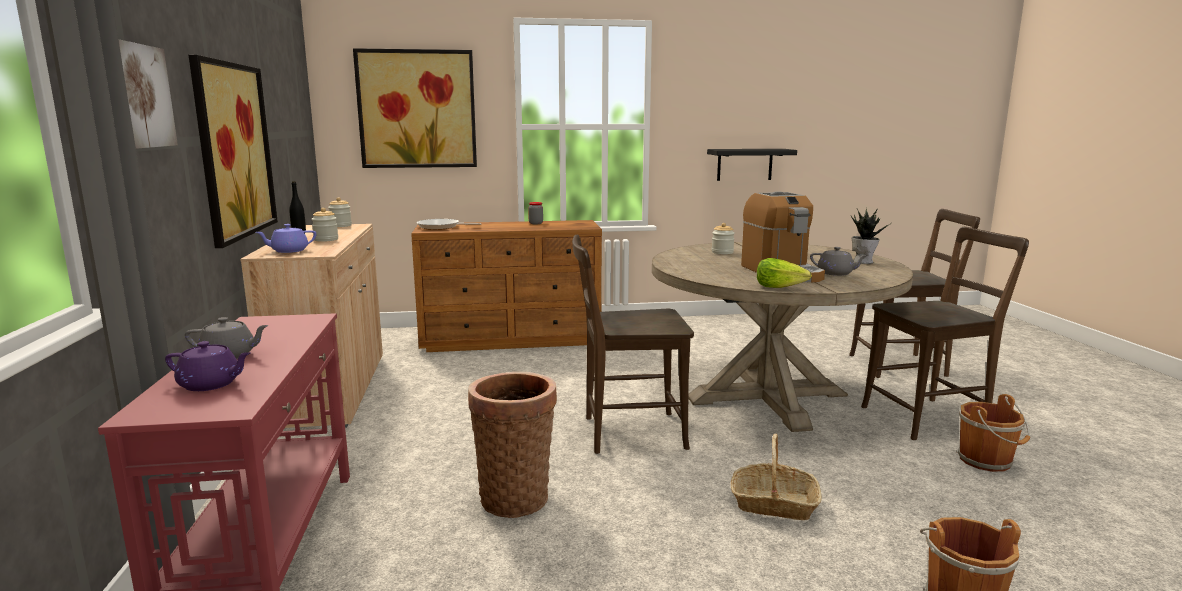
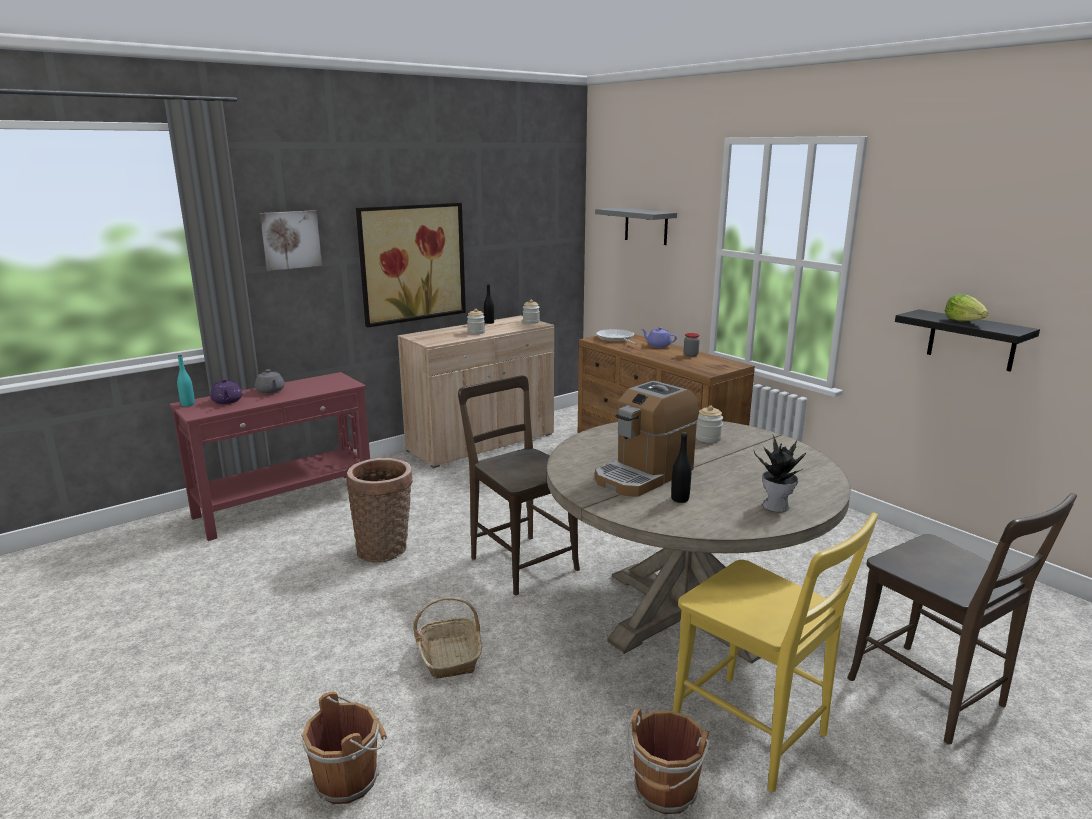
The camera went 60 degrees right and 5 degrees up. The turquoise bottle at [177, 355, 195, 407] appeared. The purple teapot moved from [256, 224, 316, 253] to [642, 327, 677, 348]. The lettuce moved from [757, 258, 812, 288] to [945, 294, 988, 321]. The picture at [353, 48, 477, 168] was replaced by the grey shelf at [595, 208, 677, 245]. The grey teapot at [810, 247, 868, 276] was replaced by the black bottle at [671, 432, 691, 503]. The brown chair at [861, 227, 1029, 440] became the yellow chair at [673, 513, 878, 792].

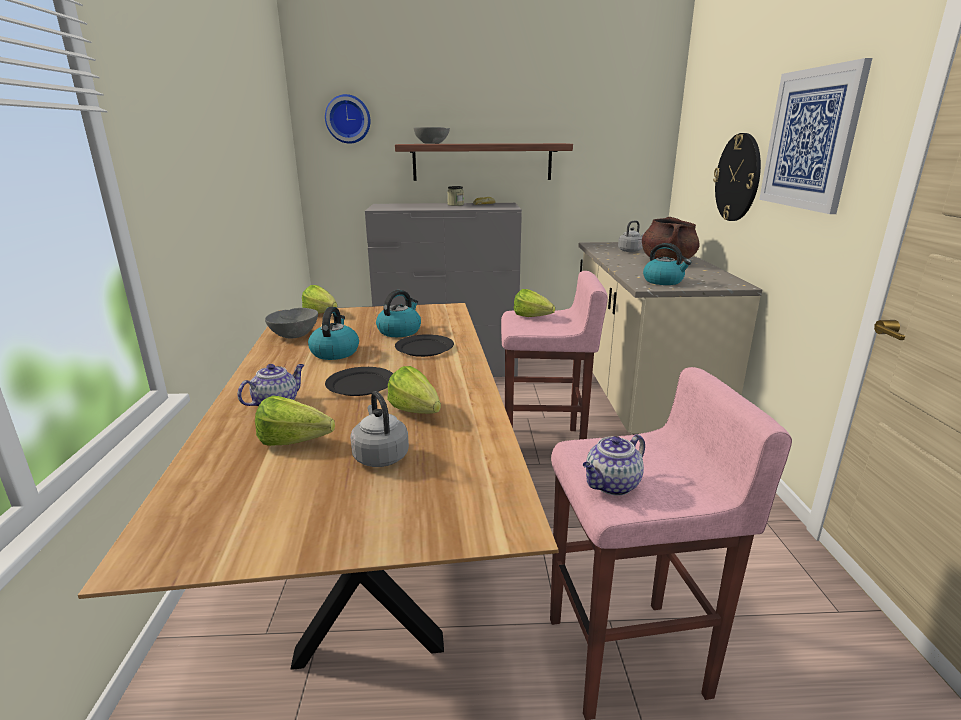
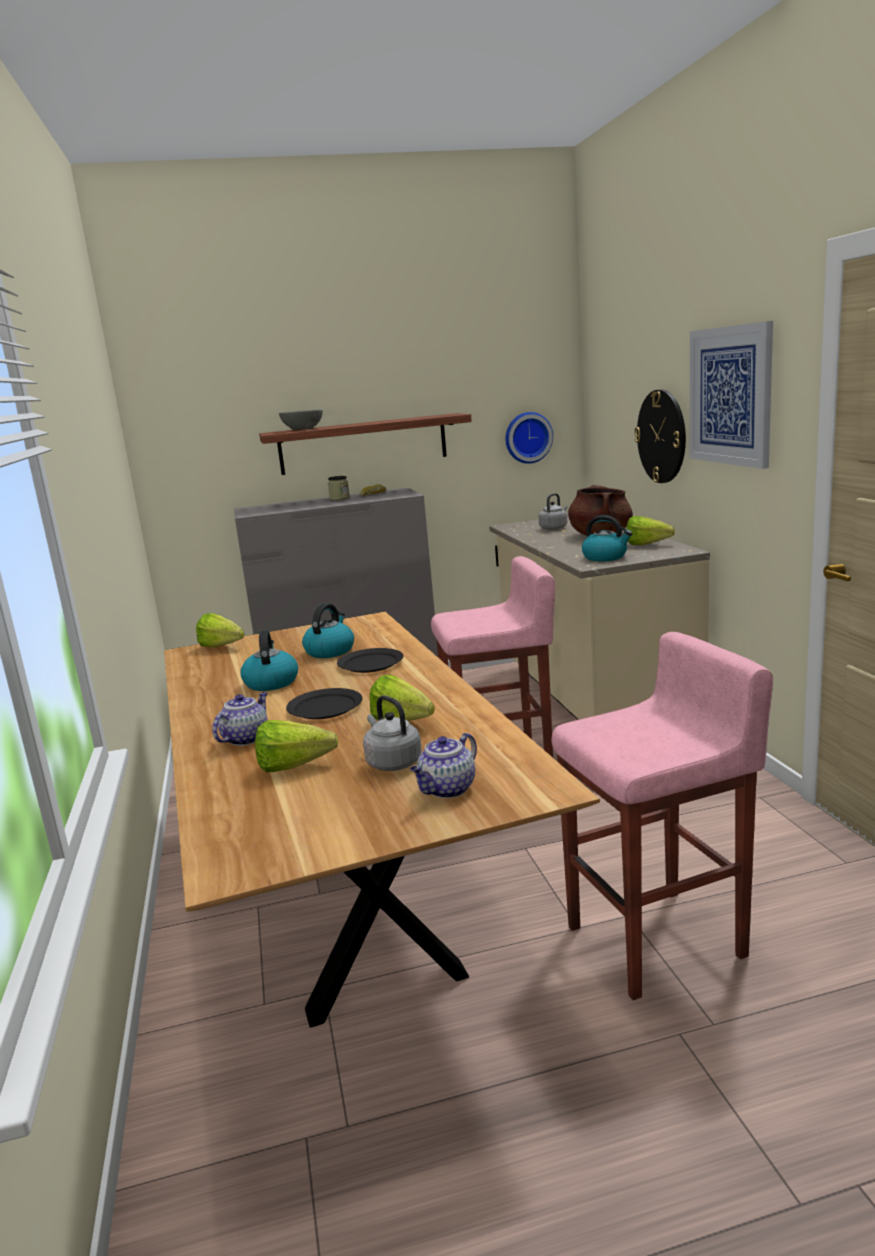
The camera went 10 degrees left and 5 degrees down. The grey bowl at [265, 308, 318, 339] disappeared. The wall clock moved from [325, 94, 371, 144] to [505, 412, 553, 464]. The lettuce moved from [514, 289, 555, 317] to [626, 516, 675, 545]. The teapot moved from [583, 434, 645, 496] to [410, 733, 477, 798].

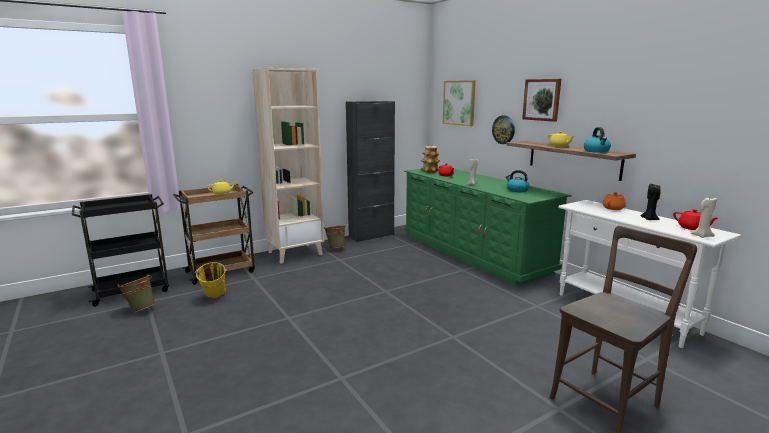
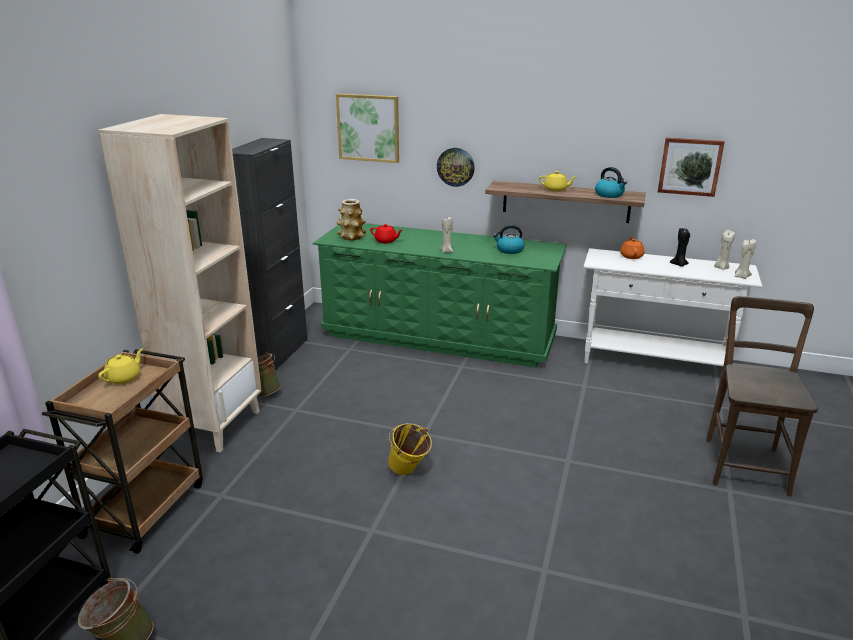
The camera went 40 degrees left and 10 degrees up. The yellow bucket moved from [195, 262, 227, 298] to [388, 423, 432, 476]. The picture moved from [522, 79, 561, 122] to [658, 137, 725, 197]. The red teapot at [673, 209, 718, 230] was replaced by the beige candle at [714, 230, 735, 270].

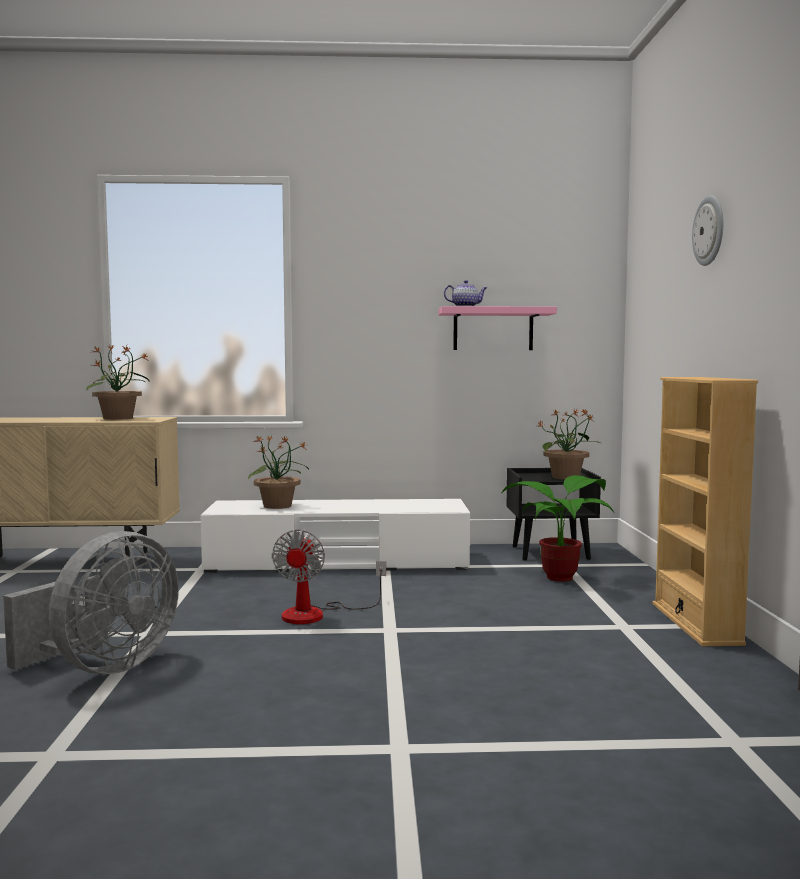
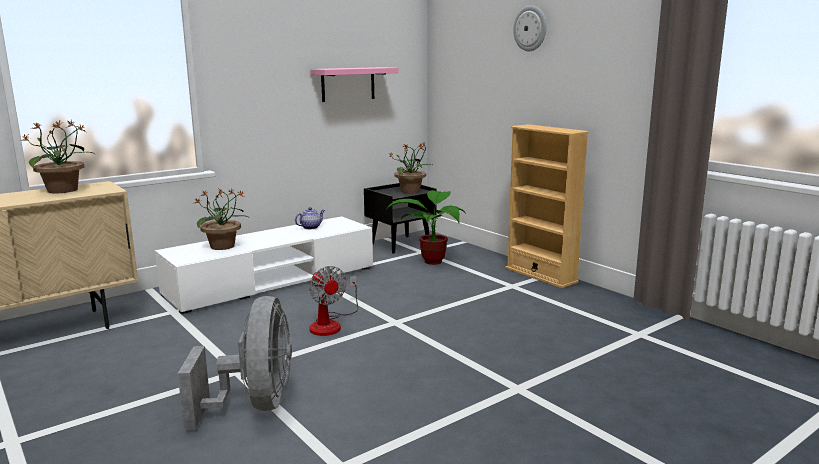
The camera went 35 degrees left and 10 degrees up. The teapot moved from [444, 280, 487, 306] to [295, 207, 325, 229].

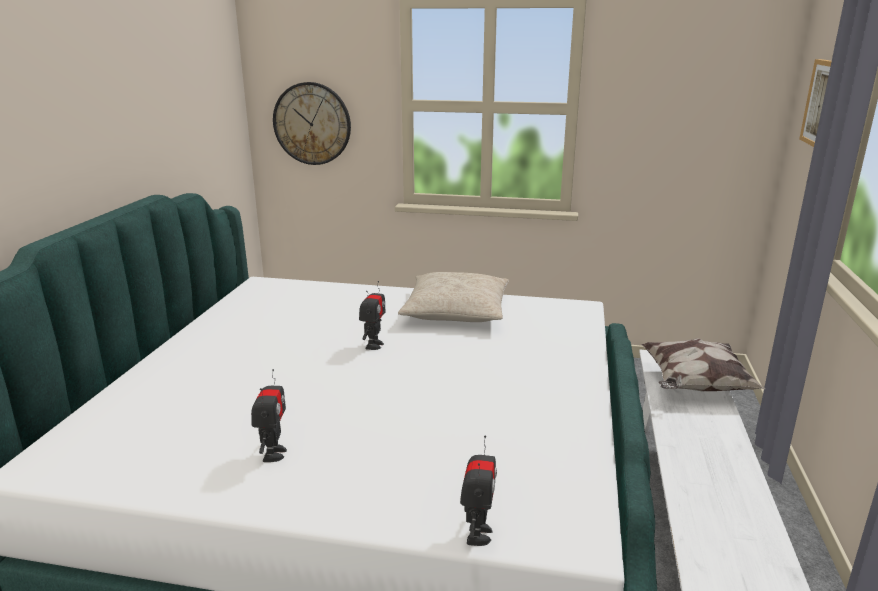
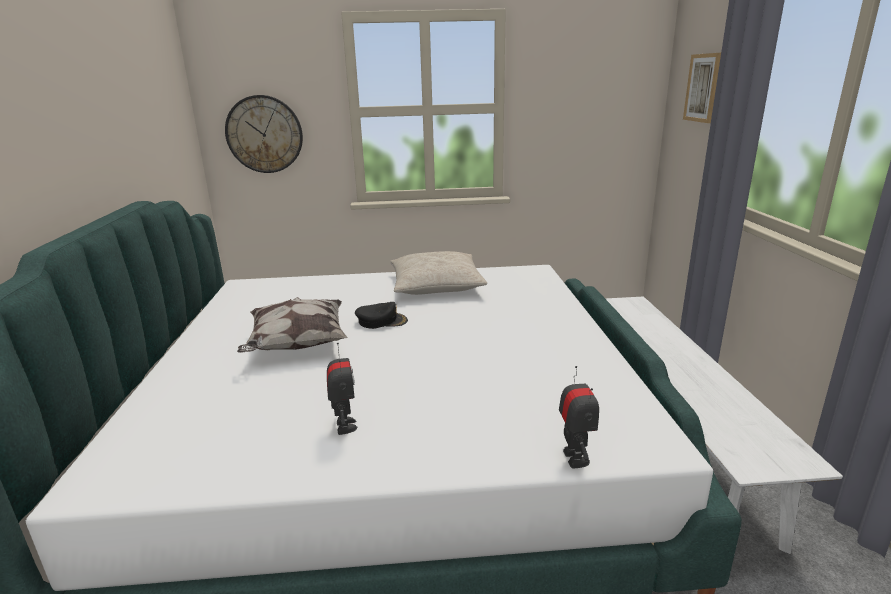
The camera went 15 degrees left and 0 degrees up. The pillow moved from [641, 338, 765, 392] to [237, 297, 348, 353]. The toy robot at [359, 281, 385, 350] was replaced by the black cap at [355, 302, 408, 329].

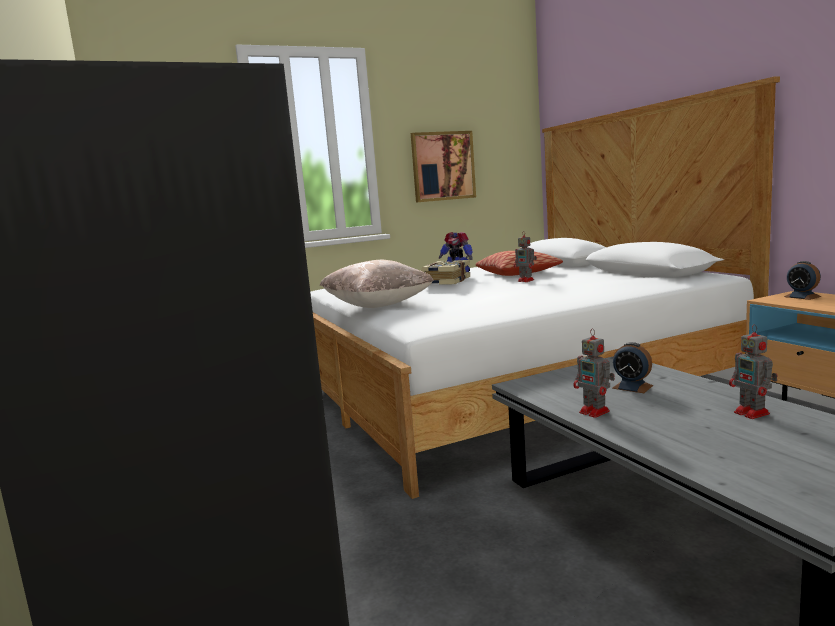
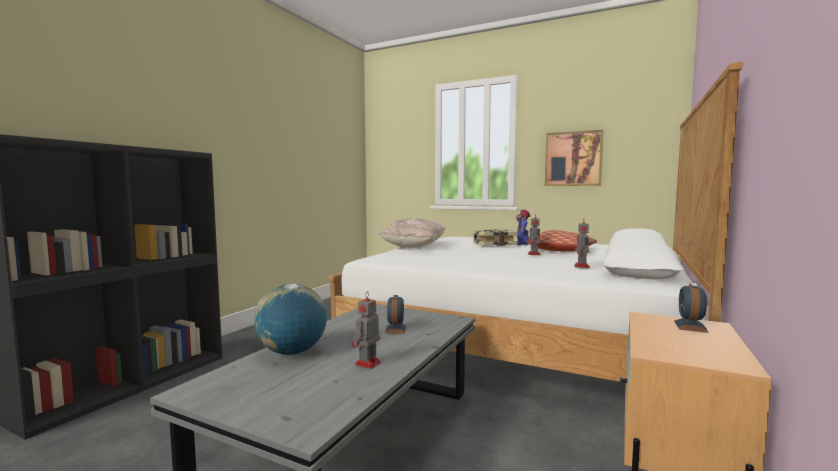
The camera went 50 degrees right and 5 degrees down. The globe at [254, 284, 327, 355] appeared. The toy robot moved from [574, 328, 615, 418] to [574, 222, 590, 268].

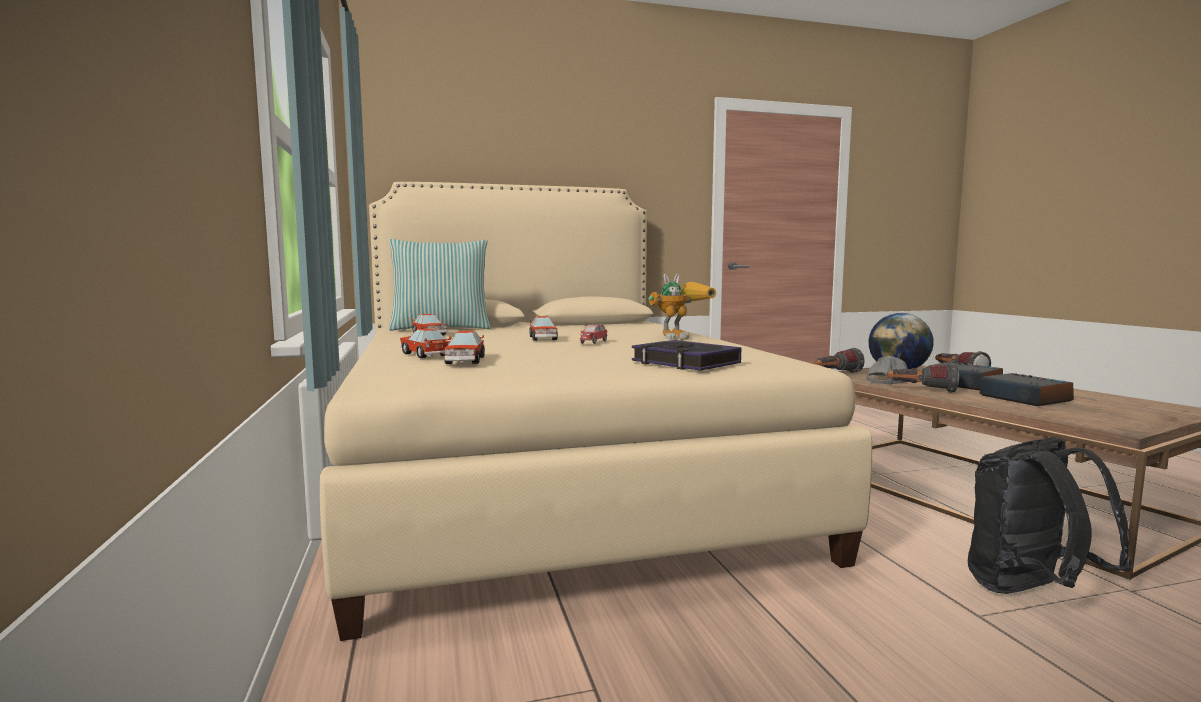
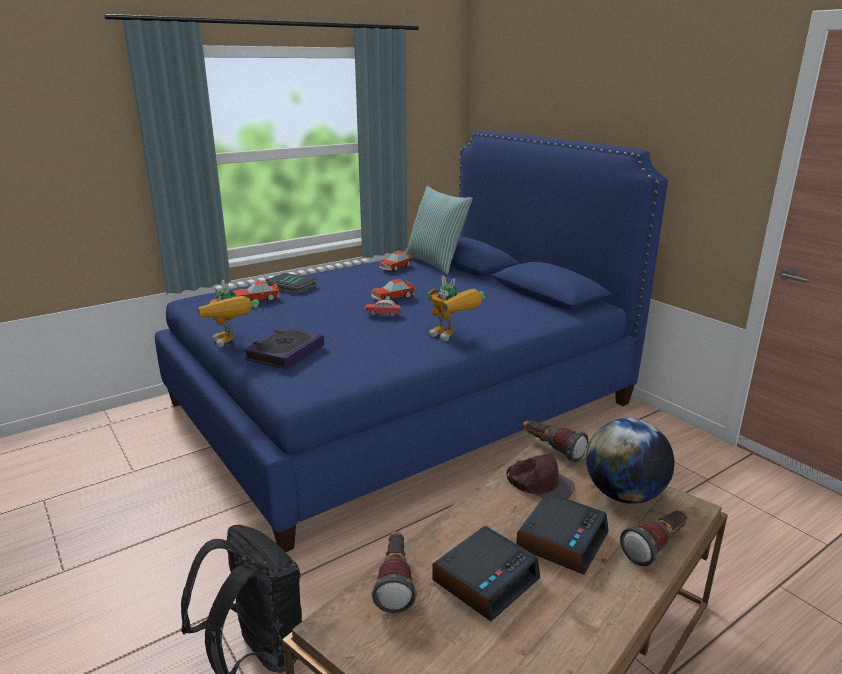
The camera went 70 degrees right and 15 degrees up. The toy robot at [198, 280, 259, 347] appeared. The flashlight moved from [887, 363, 959, 393] to [372, 532, 417, 613]. The toy car at [400, 328, 451, 358] was replaced by the book at [266, 273, 316, 294]. The beige bed at [320, 182, 872, 641] became the blue bed at [155, 131, 668, 552]. The grey cap at [866, 356, 908, 385] became the brown cap at [506, 454, 575, 499].

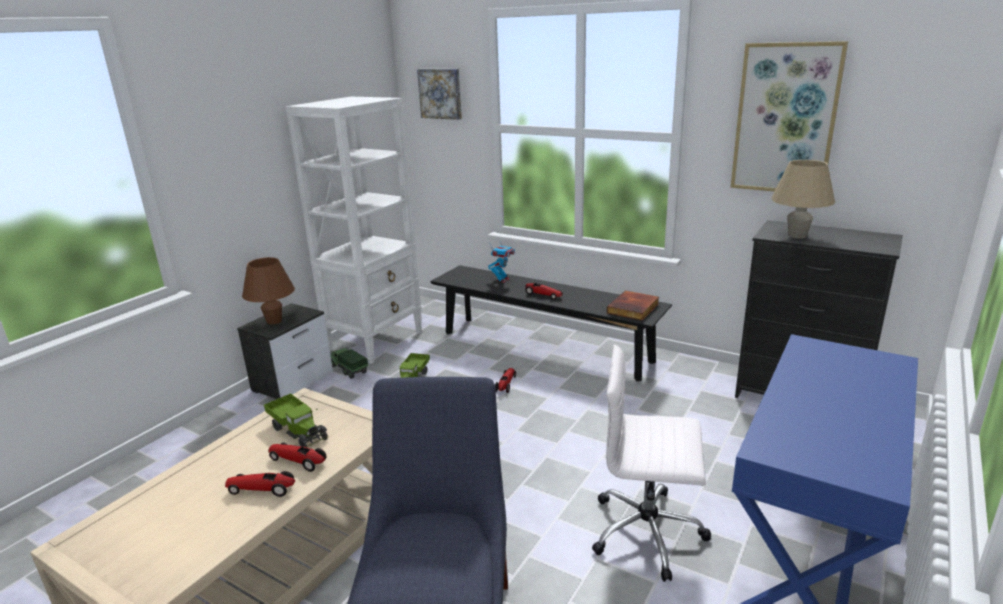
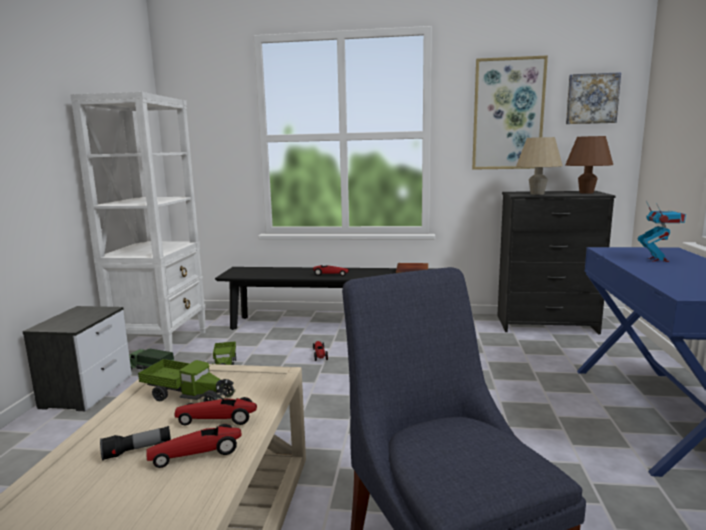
The camera went 25 degrees left and 10 degrees down. The white office chair at [592, 344, 711, 582] disappeared. The flashlight at [100, 426, 171, 461] appeared. The brown table lamp moved from [242, 257, 295, 324] to [565, 136, 613, 194]. The picture moved from [417, 69, 462, 120] to [566, 72, 621, 124]. The toy robot moved from [488, 238, 515, 283] to [637, 201, 686, 262].

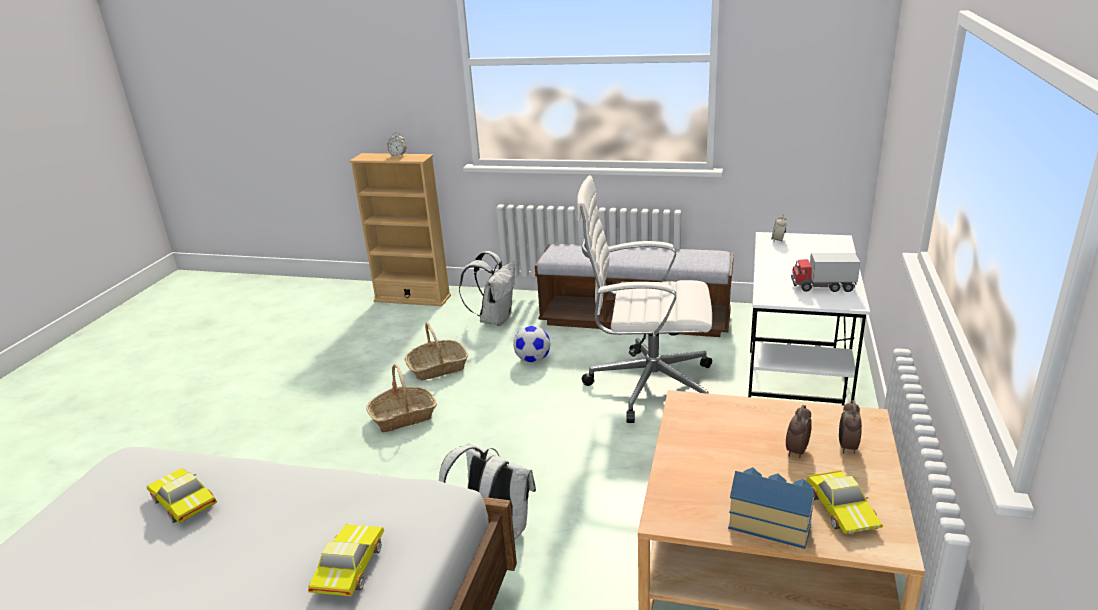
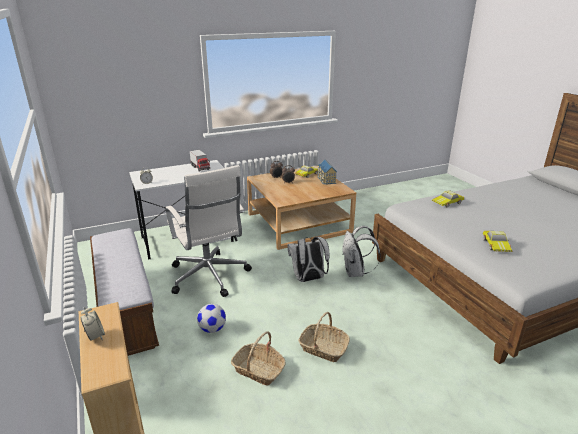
The camera went 130 degrees left and 0 degrees up. The white backpack moved from [459, 251, 515, 326] to [287, 237, 329, 282].

